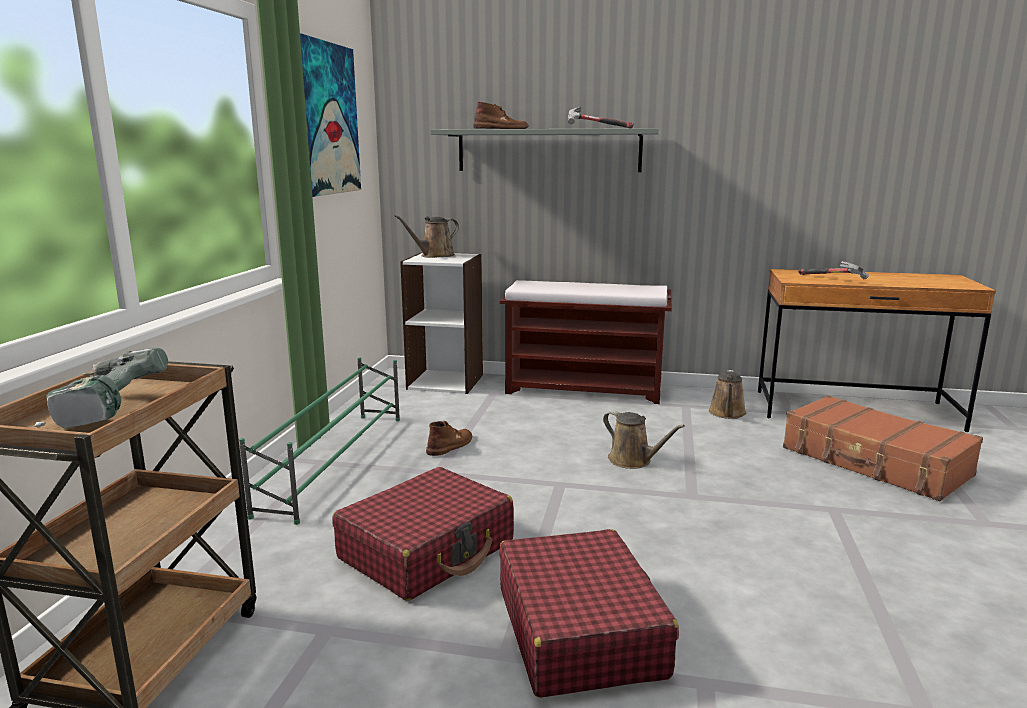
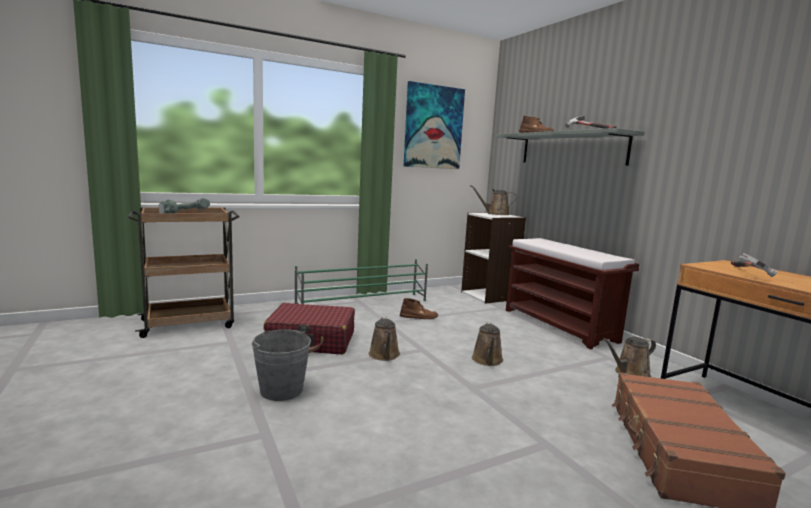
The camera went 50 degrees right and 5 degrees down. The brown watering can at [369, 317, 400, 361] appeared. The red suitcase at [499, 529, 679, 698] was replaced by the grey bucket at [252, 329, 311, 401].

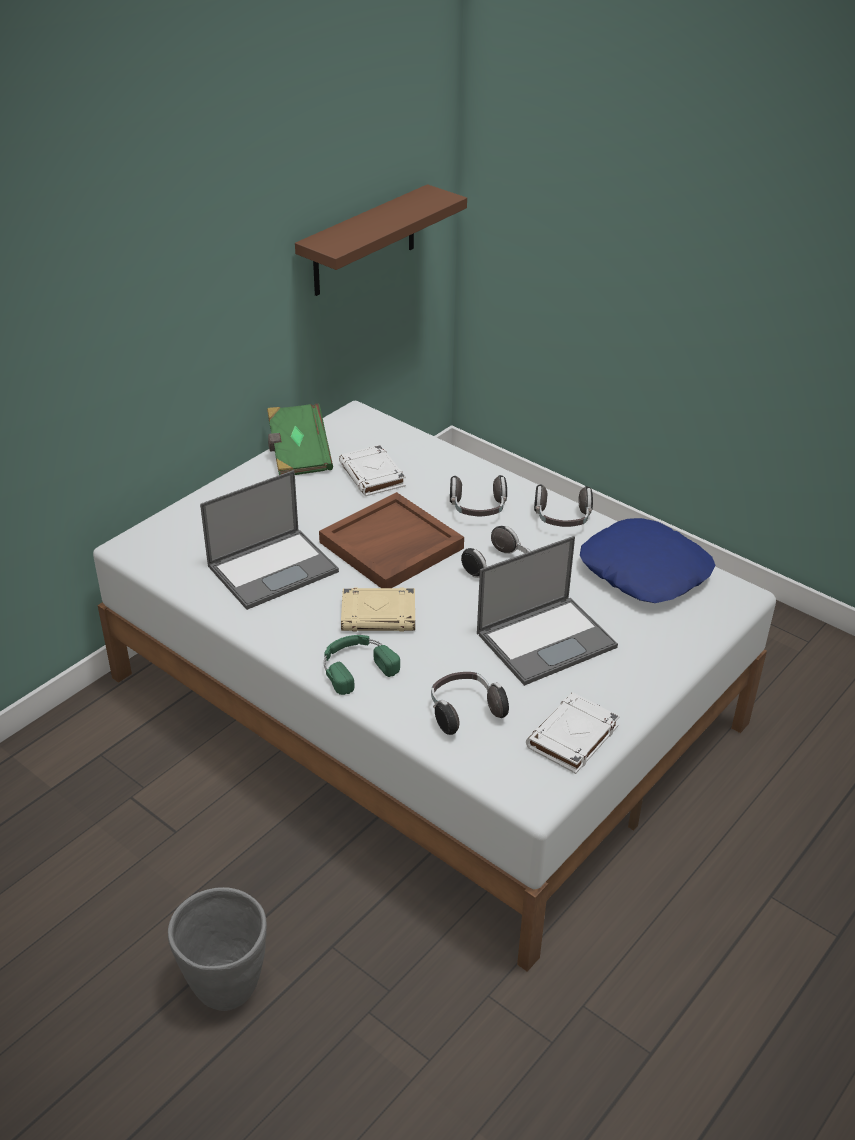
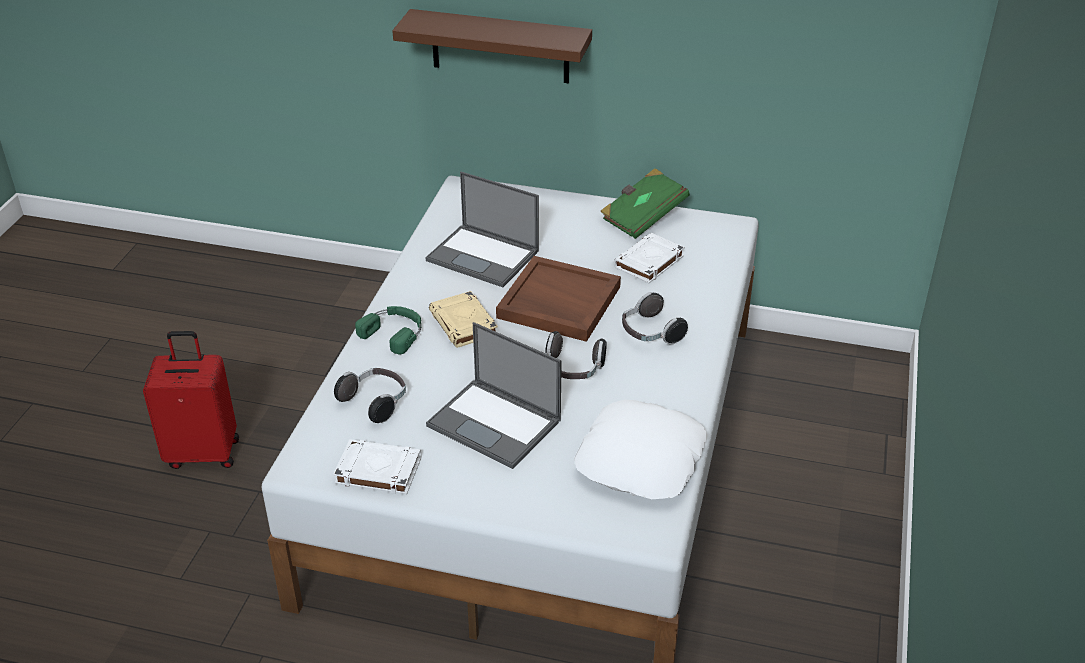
The camera went 65 degrees right and 0 degrees up. The headphones at [534, 484, 593, 527] disappeared. The brown shelf moved from [295, 184, 467, 296] to [392, 9, 592, 83]. The grey planter at [168, 887, 267, 1011] was replaced by the red suitcase at [143, 331, 239, 469]. The blue pillow at [580, 518, 715, 603] became the white pillow at [574, 400, 708, 499].

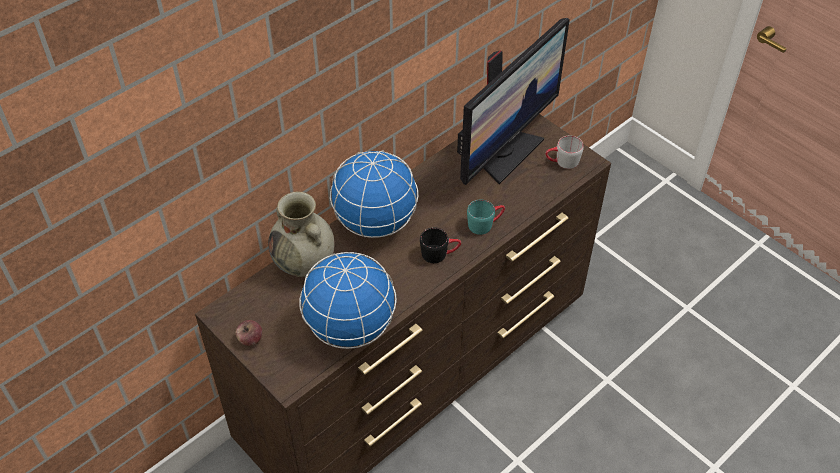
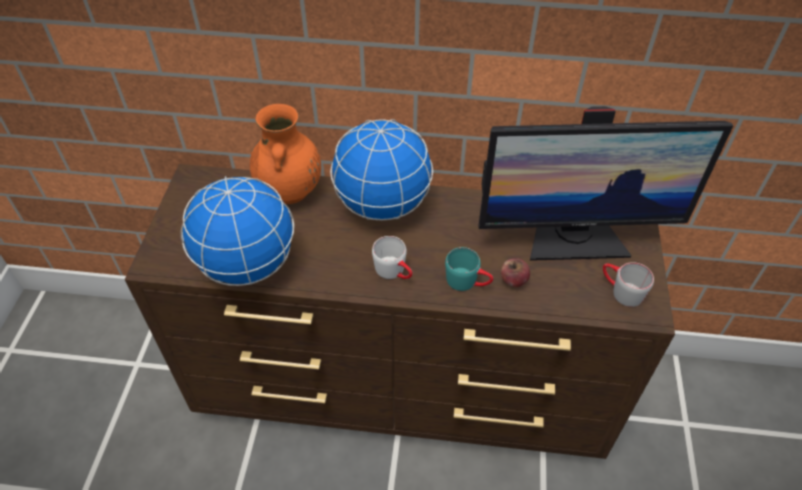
The camera went 50 degrees right and 0 degrees up. The apple moved from [236, 320, 262, 346] to [501, 258, 530, 287]. The beige vase at [268, 192, 335, 277] became the orange vase at [250, 104, 321, 204]. The black mug at [420, 227, 461, 263] became the white mug at [372, 236, 412, 279].

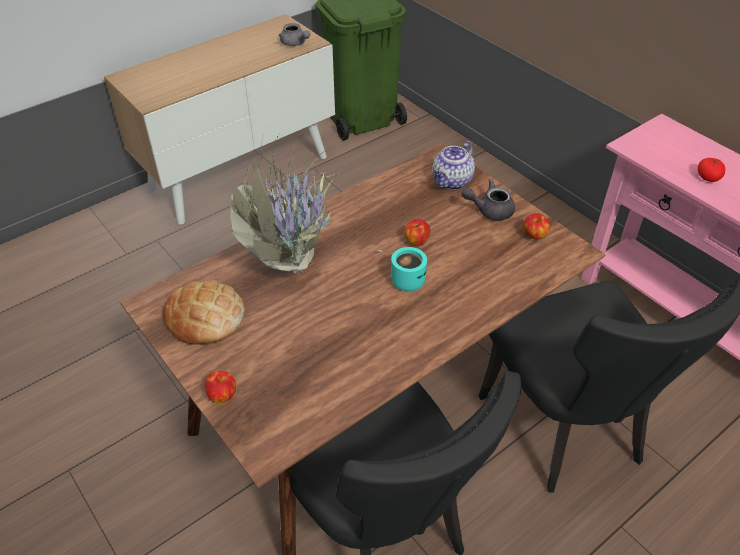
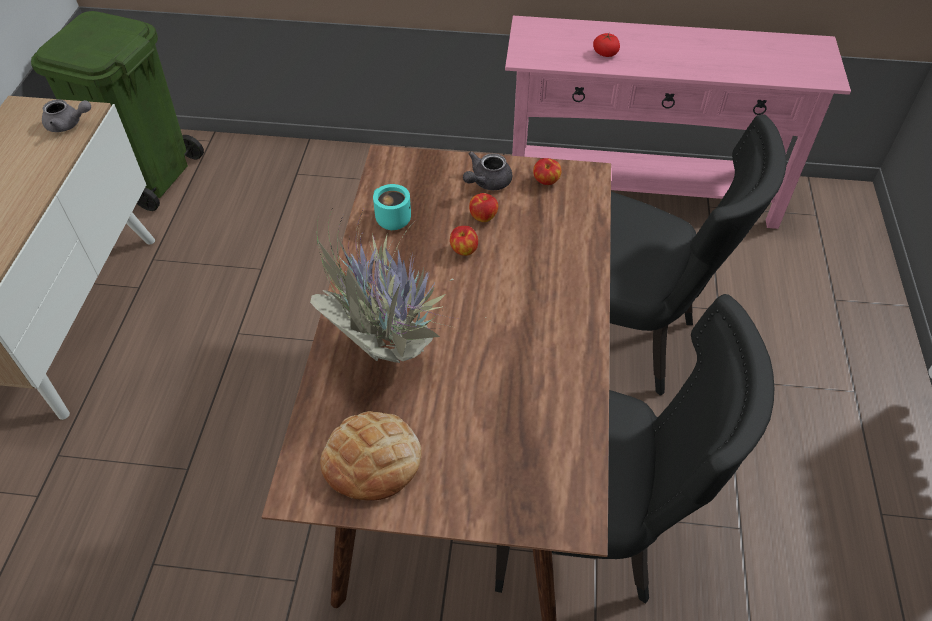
The camera went 45 degrees left and 5 degrees up. The teapot at [432, 141, 475, 190] disappeared. The apple moved from [205, 370, 236, 403] to [469, 193, 498, 222]. The turquoise mug moved from [391, 247, 427, 291] to [373, 184, 411, 230].

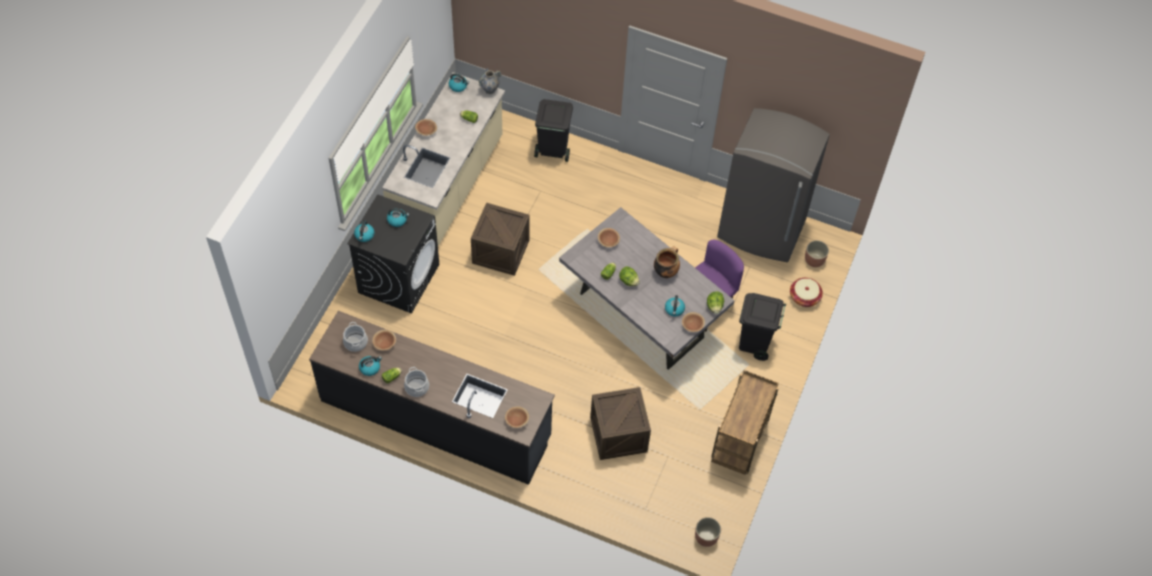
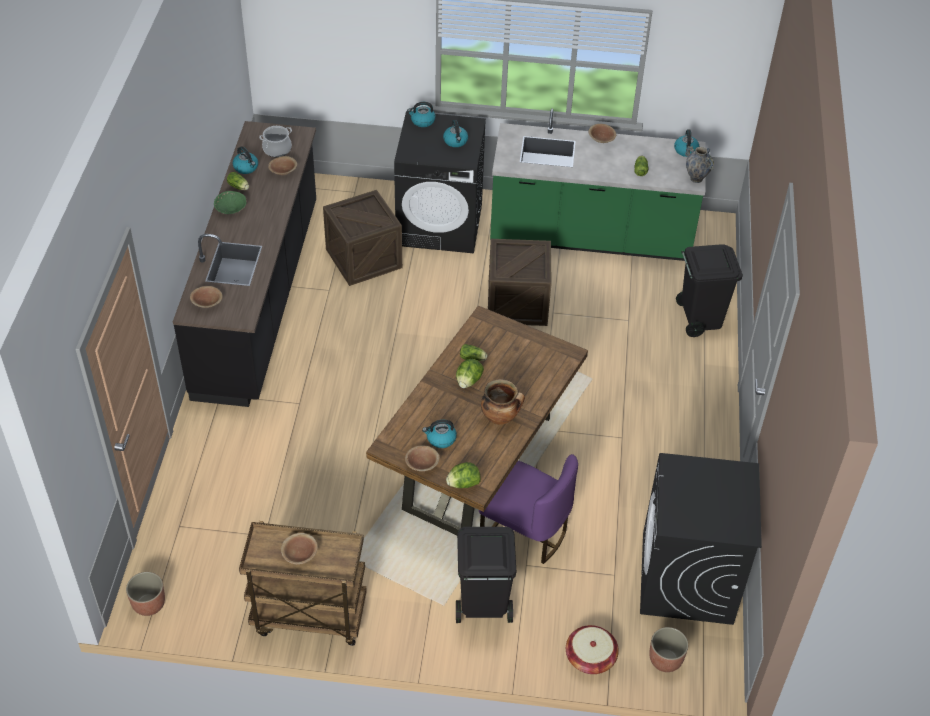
The camera went 75 degrees right and 10 degrees down. The crate moved from [590, 387, 651, 460] to [323, 190, 402, 286]. The brown bowl moved from [598, 228, 620, 247] to [281, 533, 318, 564]. The cooking pot at [404, 367, 429, 397] was replaced by the green bowl at [214, 191, 246, 214]. The grey fridge at [717, 108, 830, 262] was replaced by the black washing machine at [640, 453, 762, 625]. The beige counter at [382, 72, 505, 246] became the green counter at [490, 109, 706, 261]. The grey dining table at [559, 207, 735, 370] became the brown dining table at [366, 305, 588, 535].

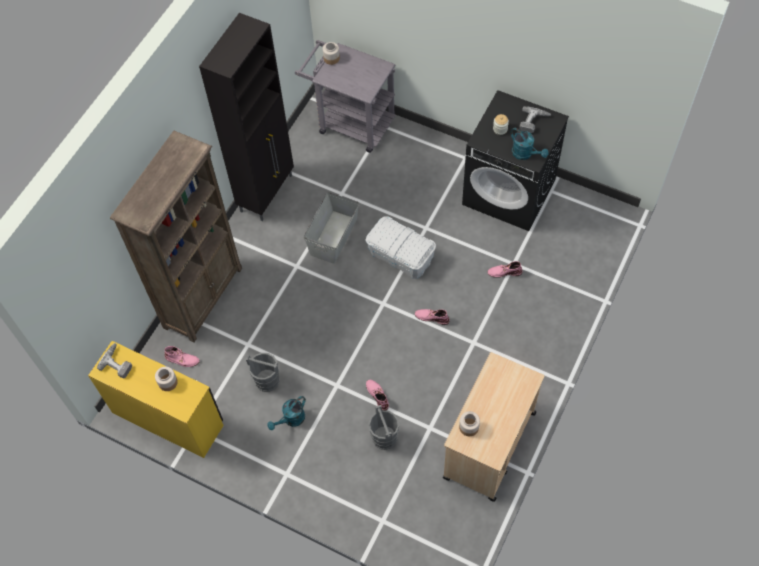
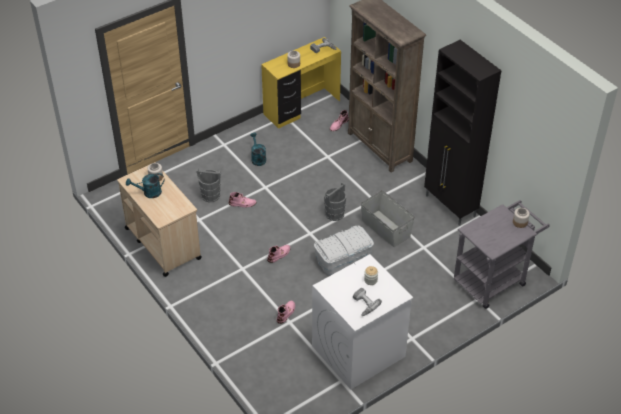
The camera went 115 degrees right and 15 degrees down. The grey bucket moved from [246, 353, 280, 392] to [324, 182, 347, 221]. The turquoise watering can moved from [511, 128, 548, 160] to [126, 173, 164, 198]. The black washing machine at [462, 90, 569, 231] became the white washing machine at [312, 254, 413, 389].

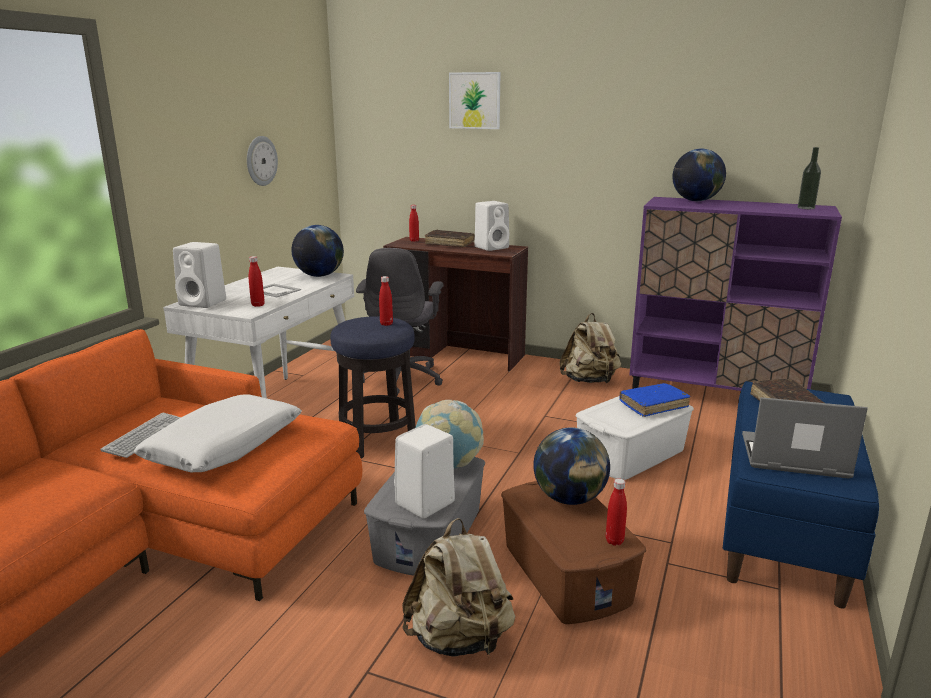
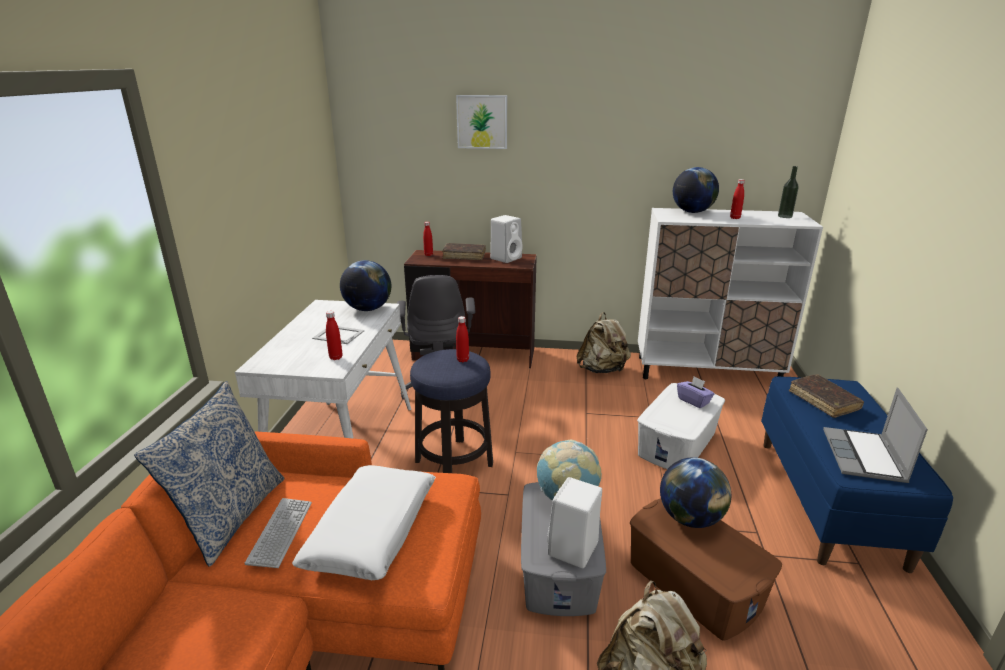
The camera went 15 degrees left and 5 degrees up. The white speaker at [173, 242, 226, 308] disappeared. The wall clock at [247, 136, 278, 186] disappeared. The pillow at [134, 381, 284, 567] appeared. The red bottle moved from [606, 478, 627, 546] to [730, 179, 745, 219]. The blue book at [619, 383, 690, 417] was replaced by the purple tissue box at [677, 376, 715, 409]. The purple cabinet at [629, 197, 842, 391] became the white cabinet at [638, 208, 823, 379]. The laptop at [742, 397, 868, 478] turned 75 degrees counterclockwise.

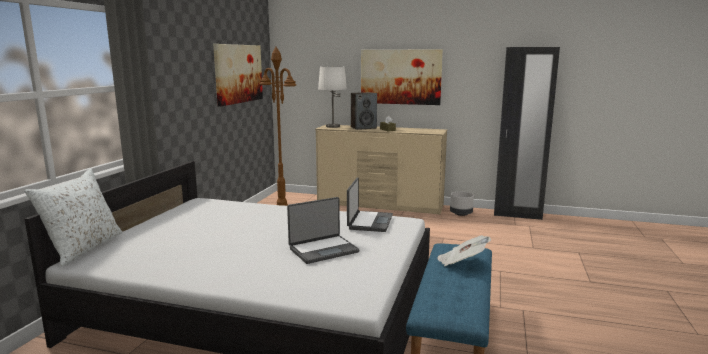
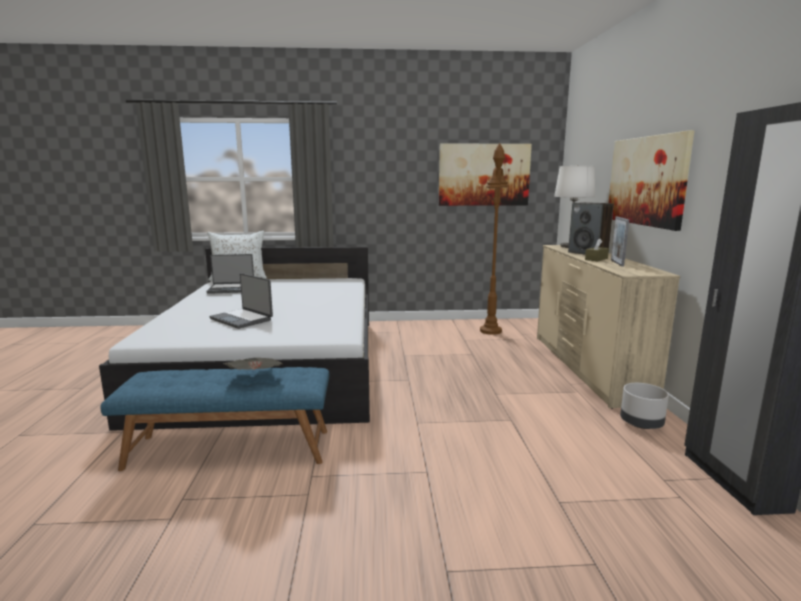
The camera went 70 degrees right and 0 degrees up. The picture frame at [611, 217, 629, 267] appeared. The laptop moved from [347, 178, 393, 232] to [207, 254, 254, 294].

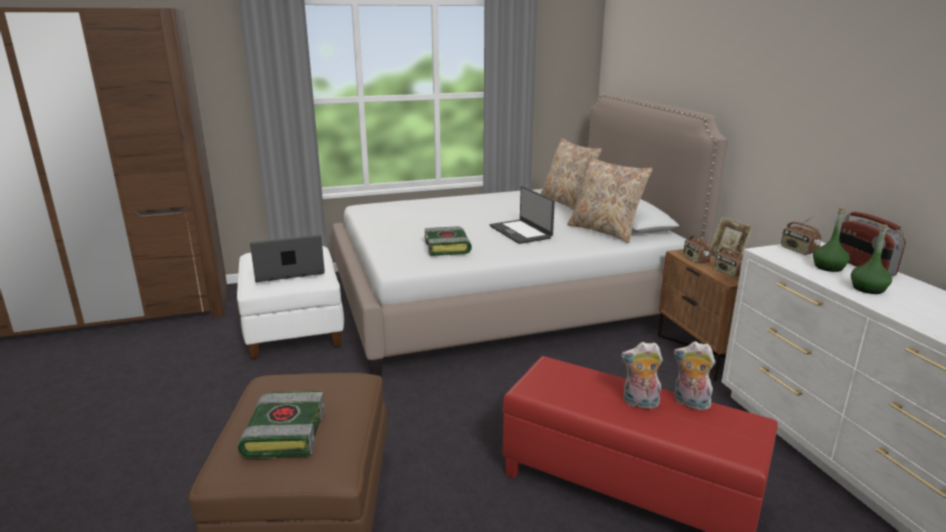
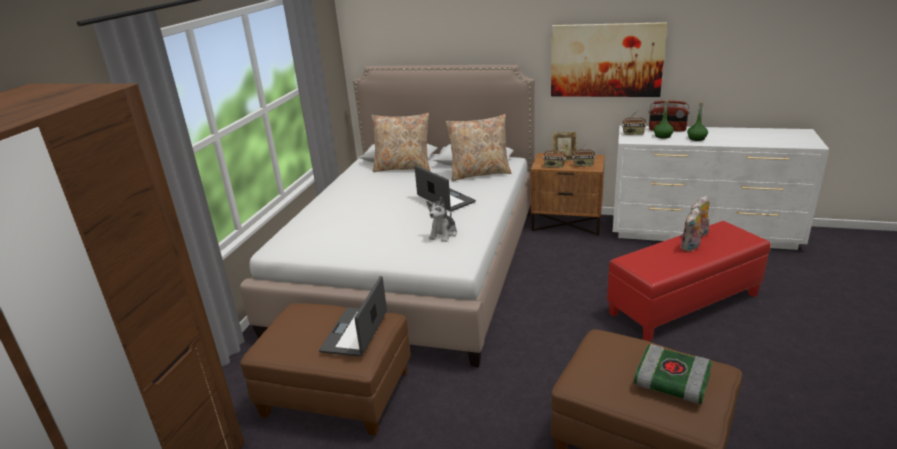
The camera went 55 degrees left and 5 degrees up. The picture at [551, 22, 667, 97] appeared. The book at [425, 226, 472, 256] was replaced by the plush toy at [426, 197, 457, 242]. The white ottoman at [237, 246, 344, 359] became the brown ottoman at [240, 303, 411, 436]. The laptop at [490, 186, 555, 244] turned 135 degrees counterclockwise.

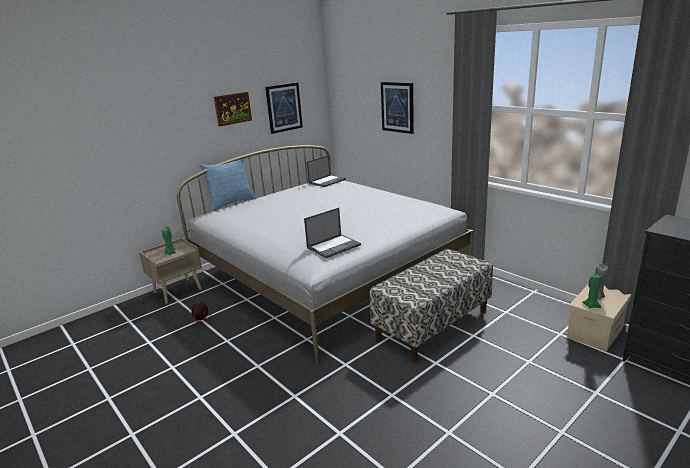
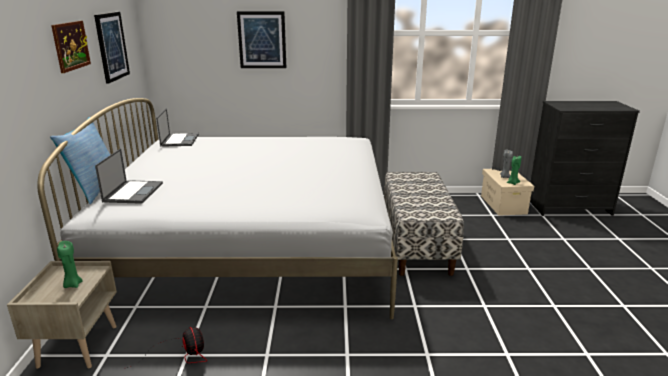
The camera went 50 degrees left and 0 degrees up. The laptop moved from [304, 208, 361, 258] to [95, 148, 163, 204].

